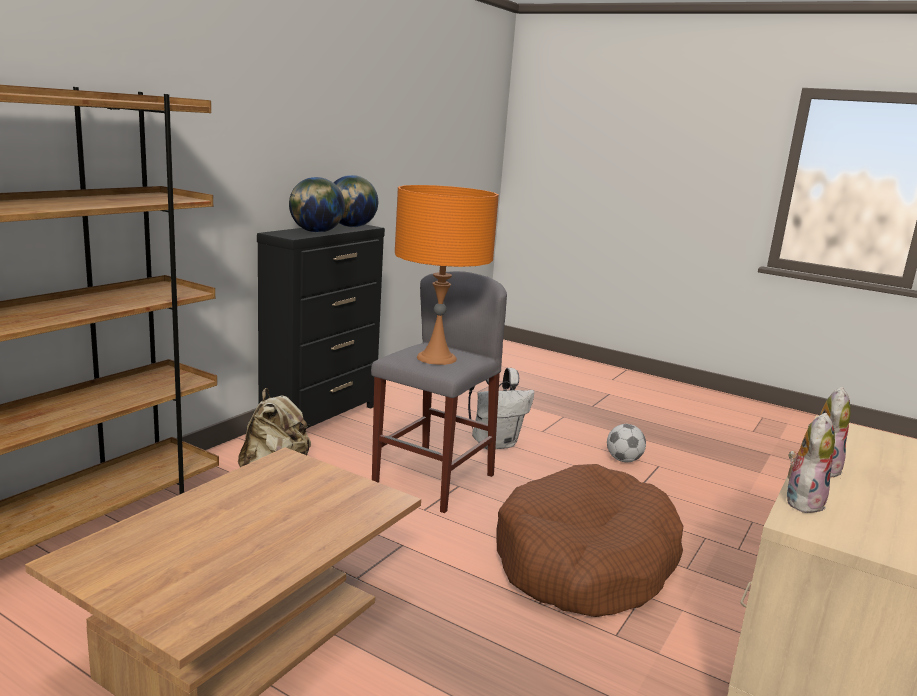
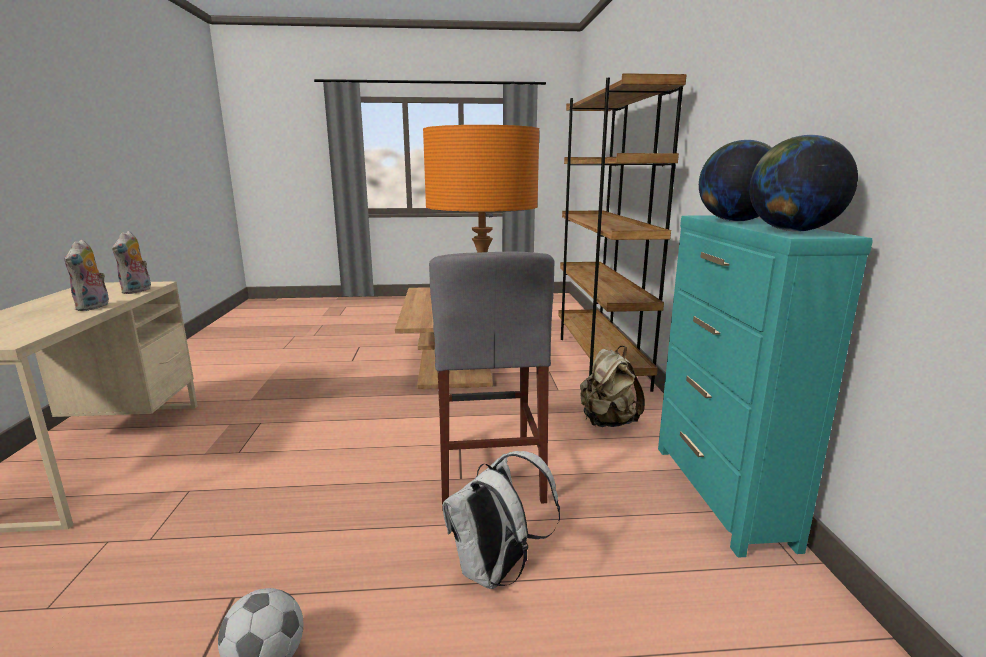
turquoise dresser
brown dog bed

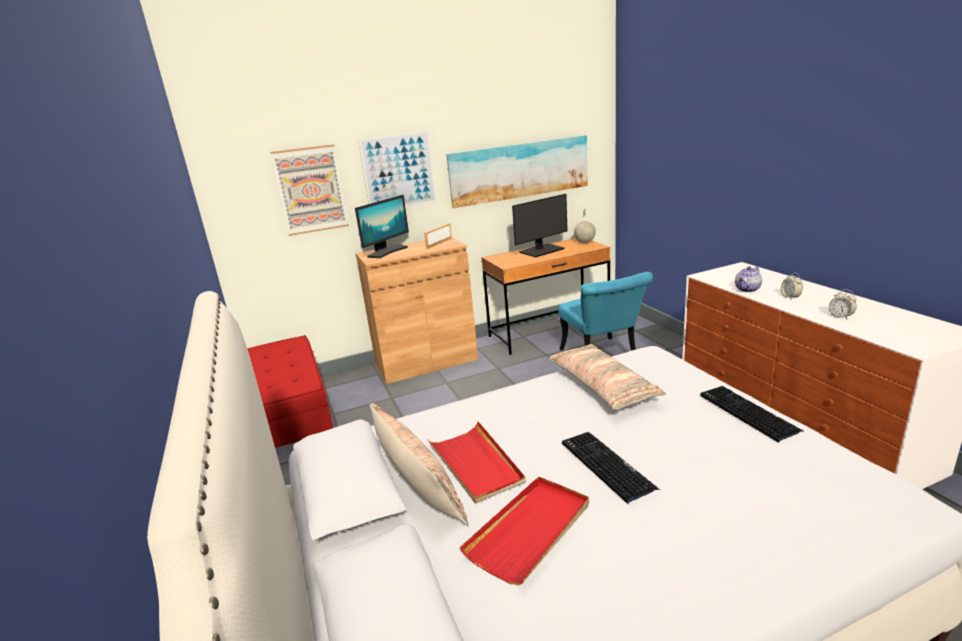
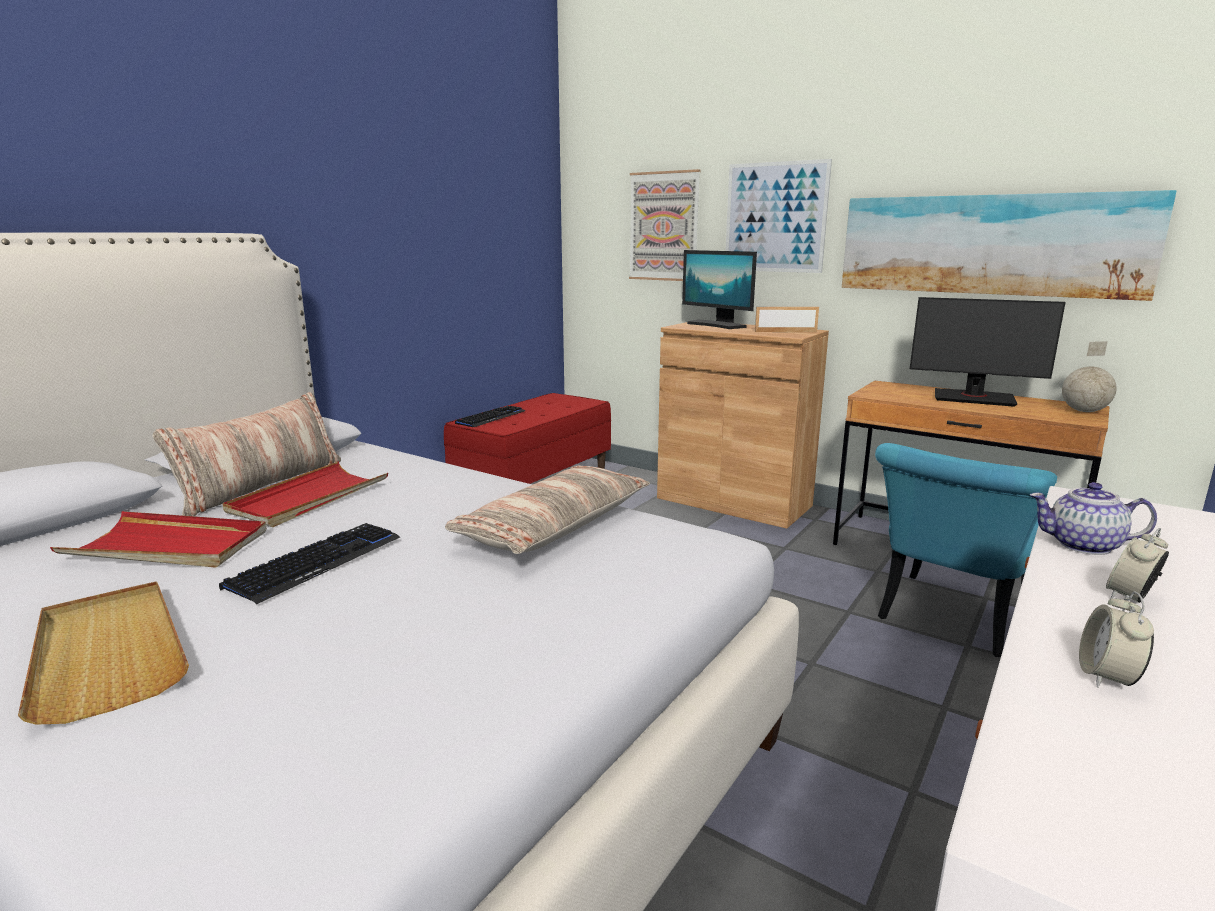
monitor (1st from left)
keyboard (2nd from left)
beige tray

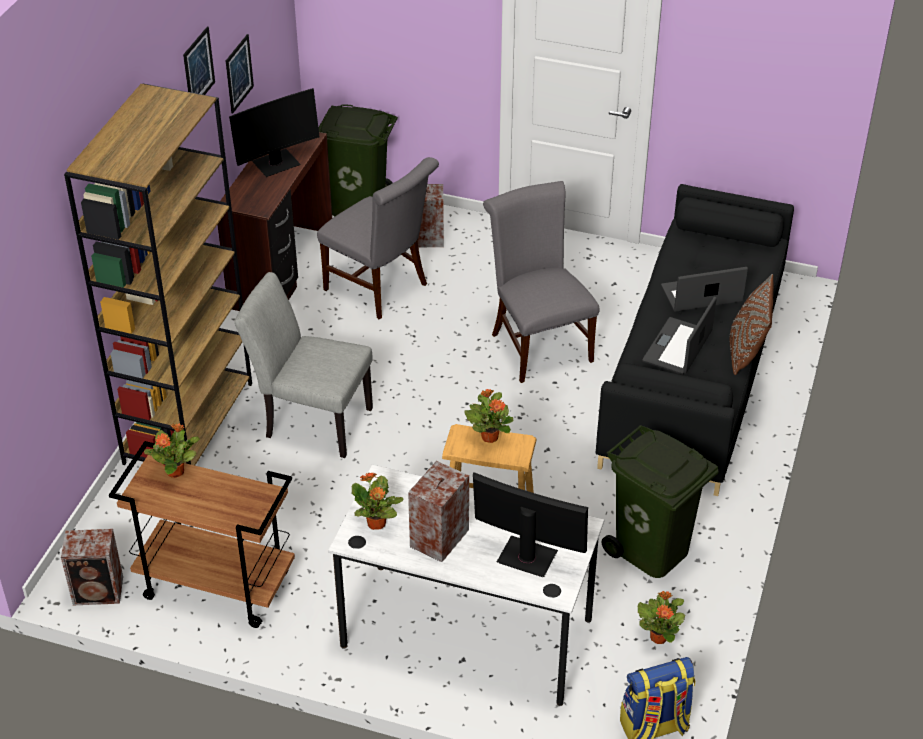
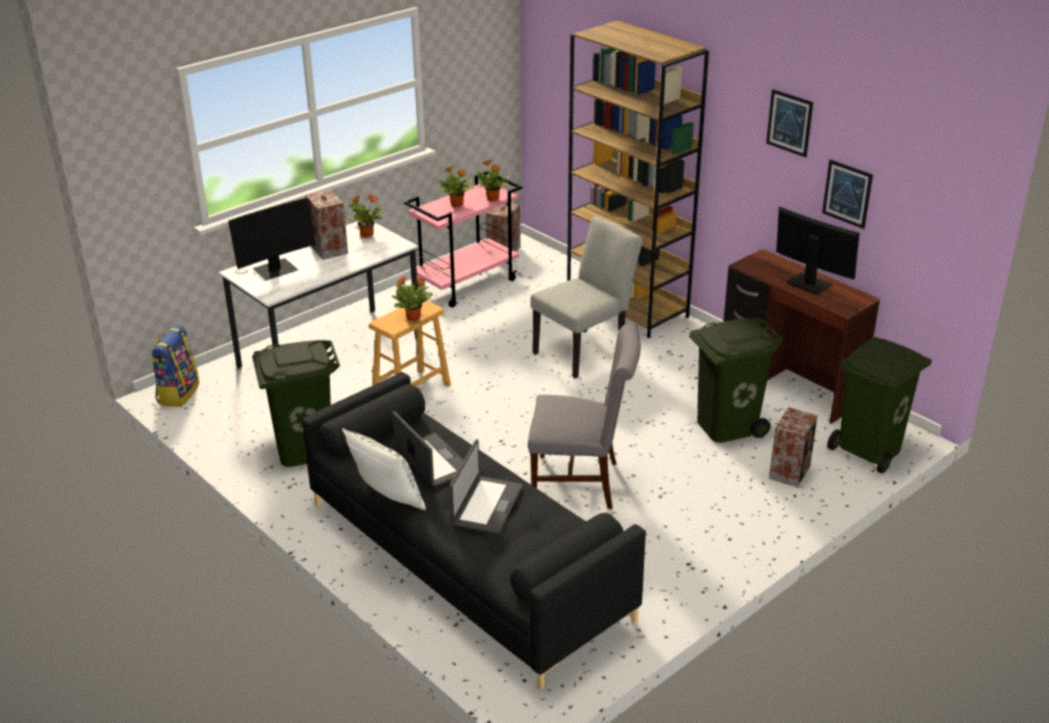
monitor (2nd from left)
green trash can (2nd from left)
white pillow
pink cart
potted plant (3rd from left)

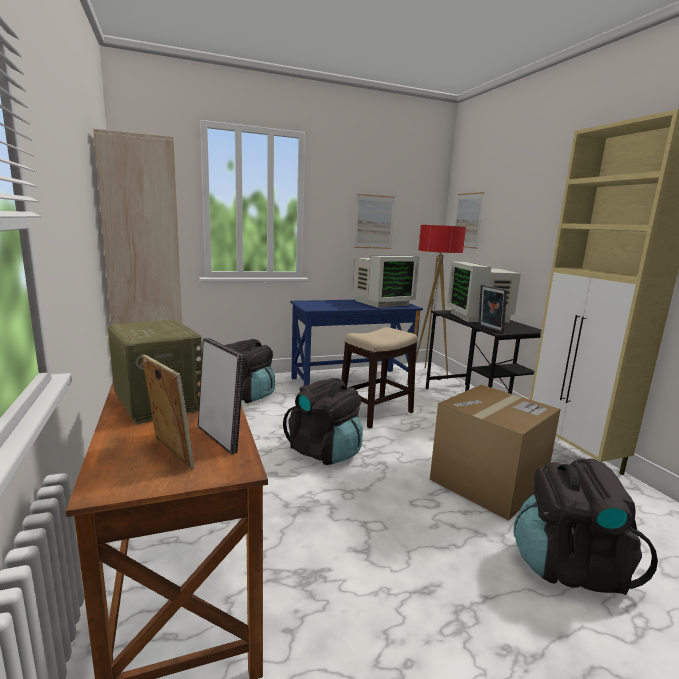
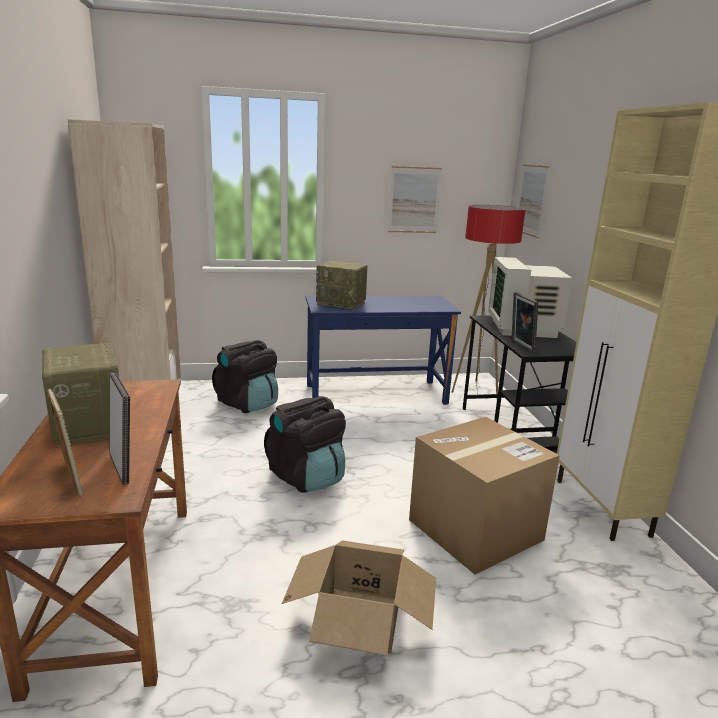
monitor (1st from left in the first image)
stool
black backpack (3rd from left in the first image)
radio (2nd from left)
cardboard box (1st from left)

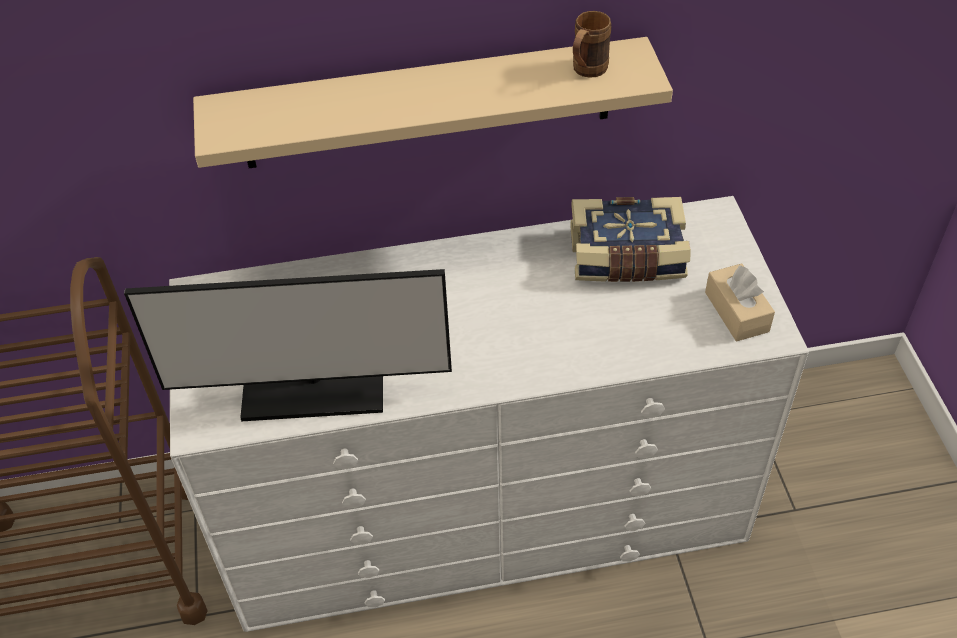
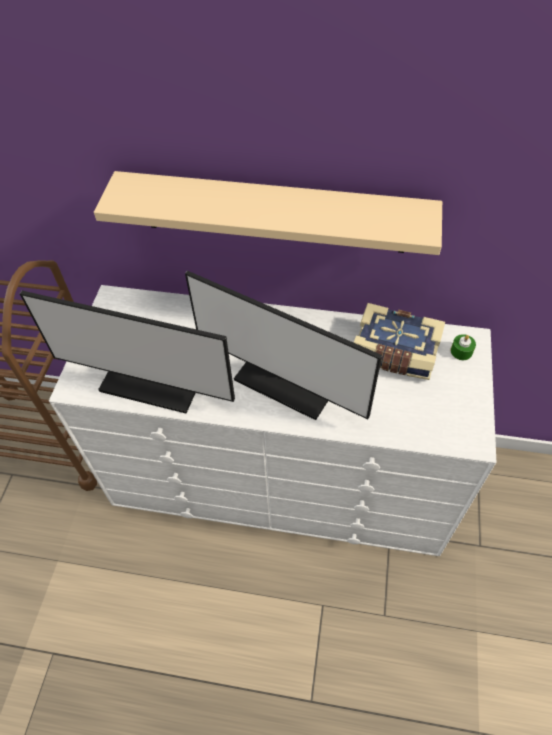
brown mug
beige tissue box
monitor (2nd from left)
green candle

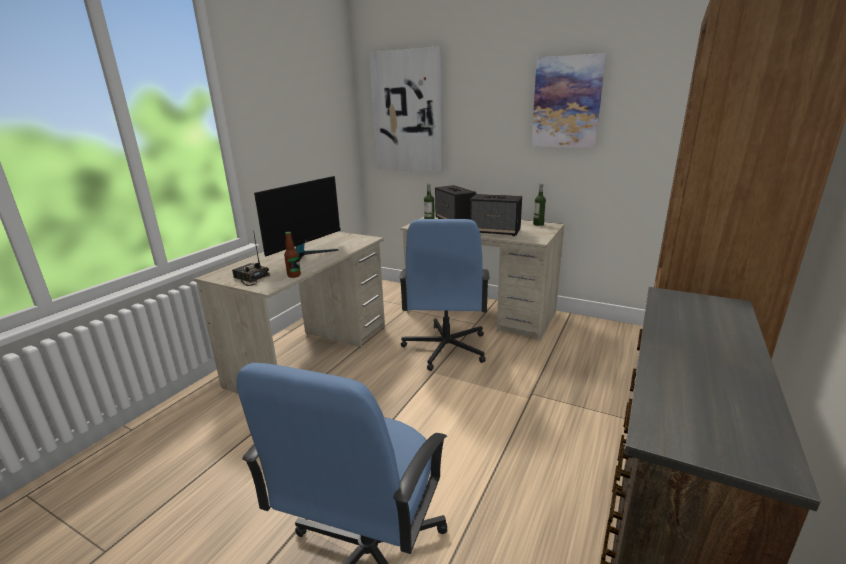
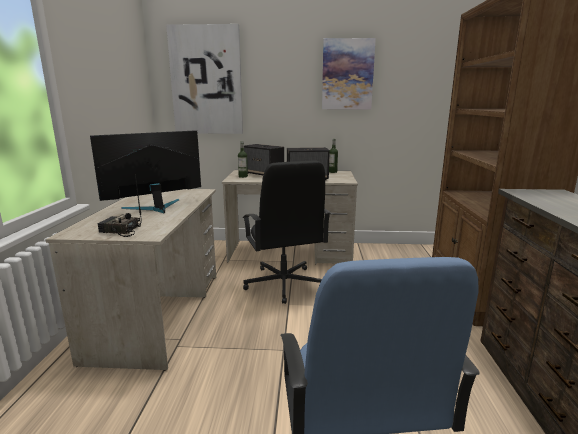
monitor
black office chair
bottle (1st from left in the first image)

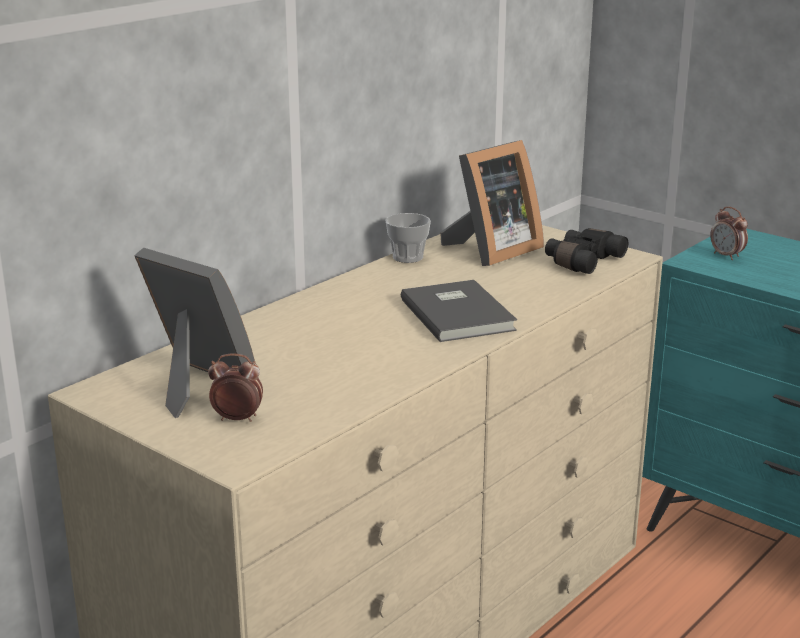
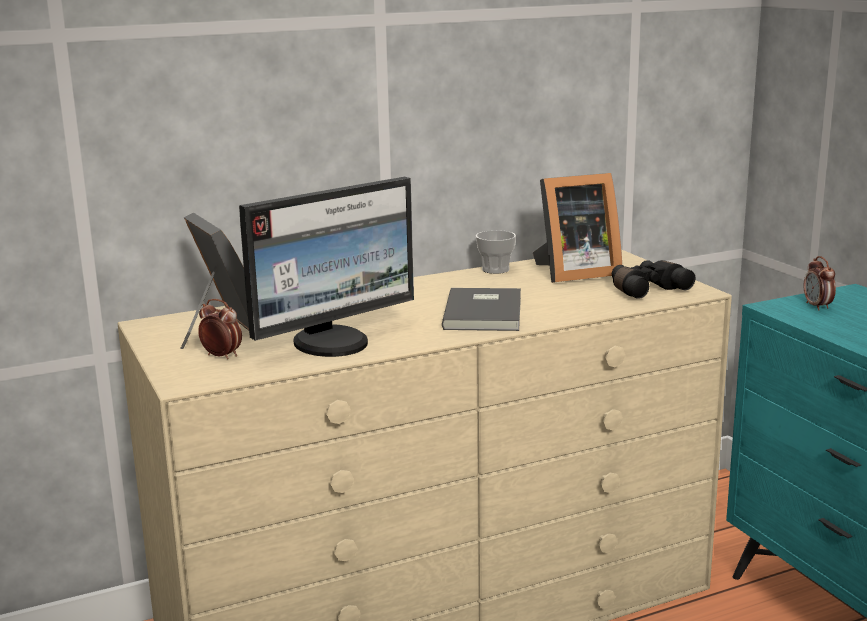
monitor

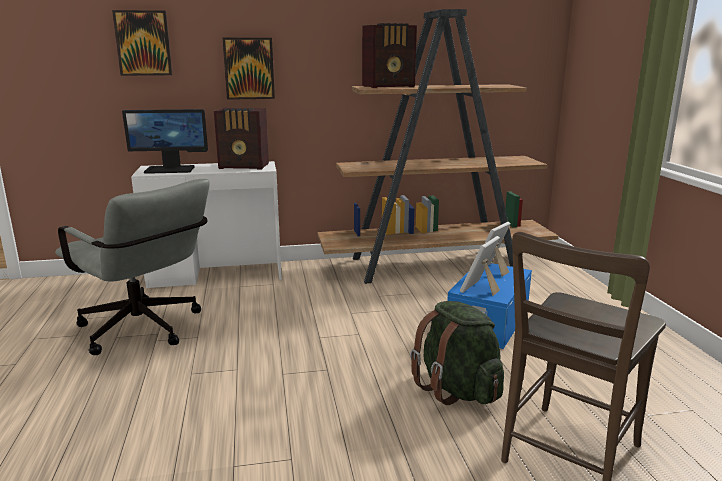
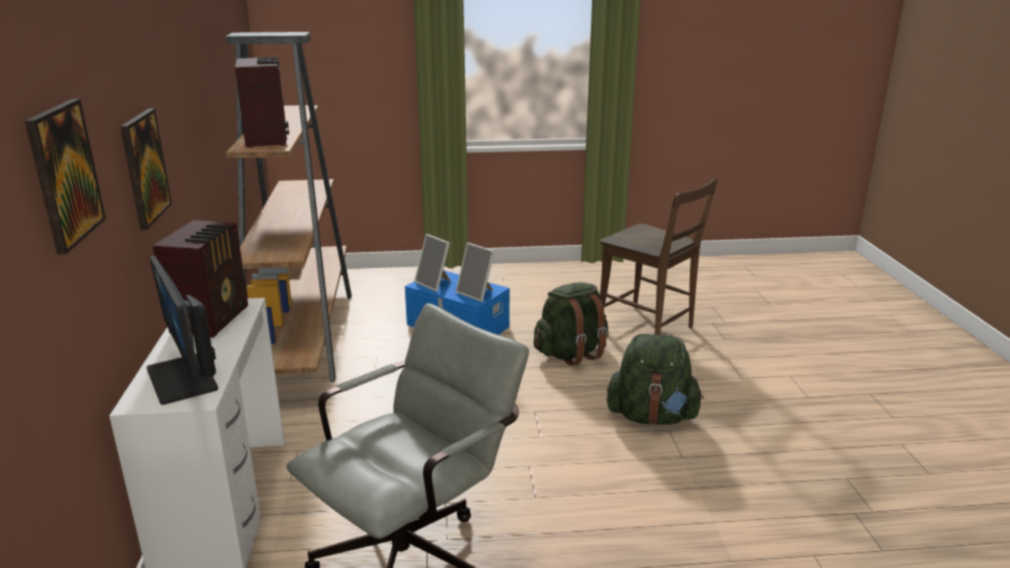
monitor
green backpack (2nd from left)

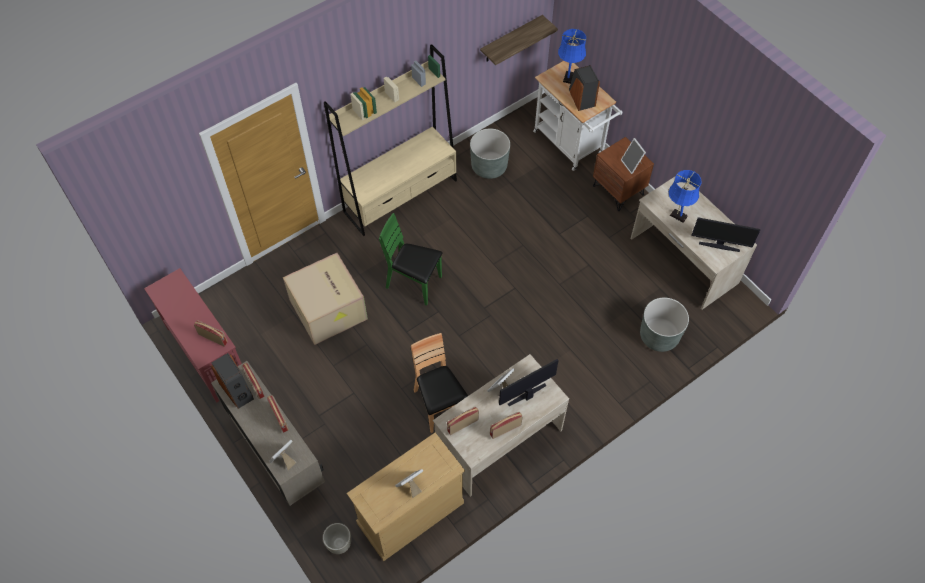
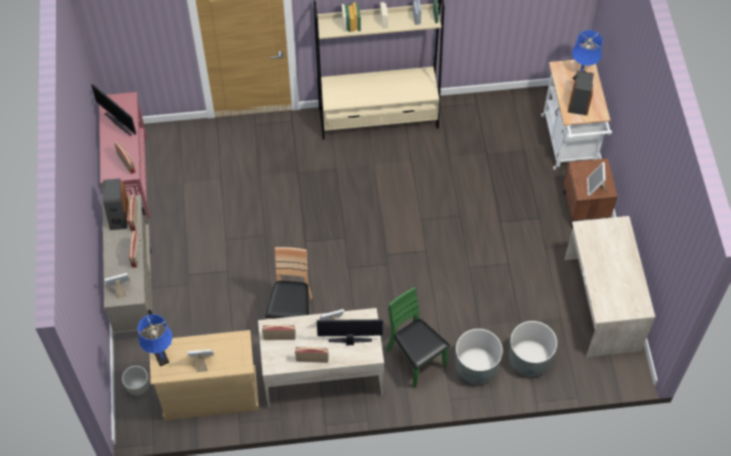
shelf
grey planter (2nd from left)
blue table lamp (1st from left)
green chair
monitor (1st from left)
cardboard box

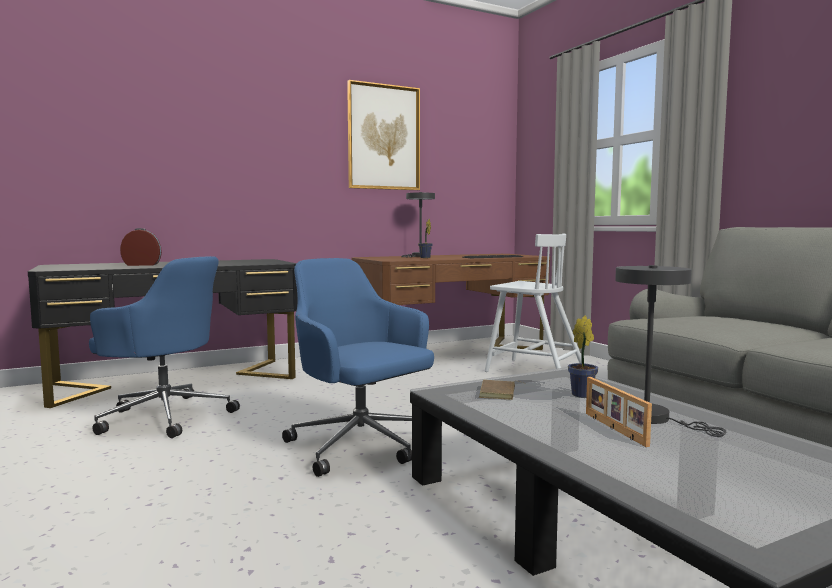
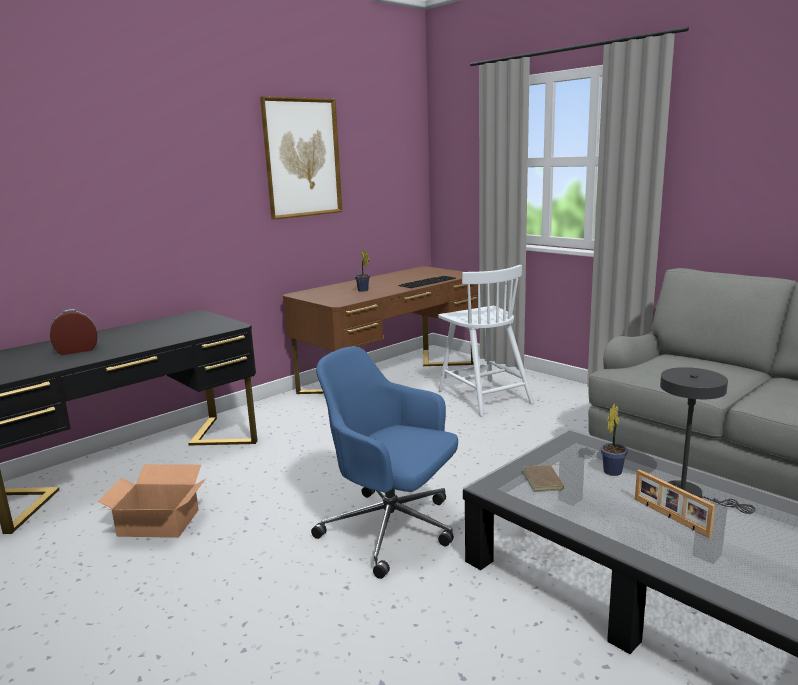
grey table lamp (1st from left in the first image)
white chair
cardboard box

